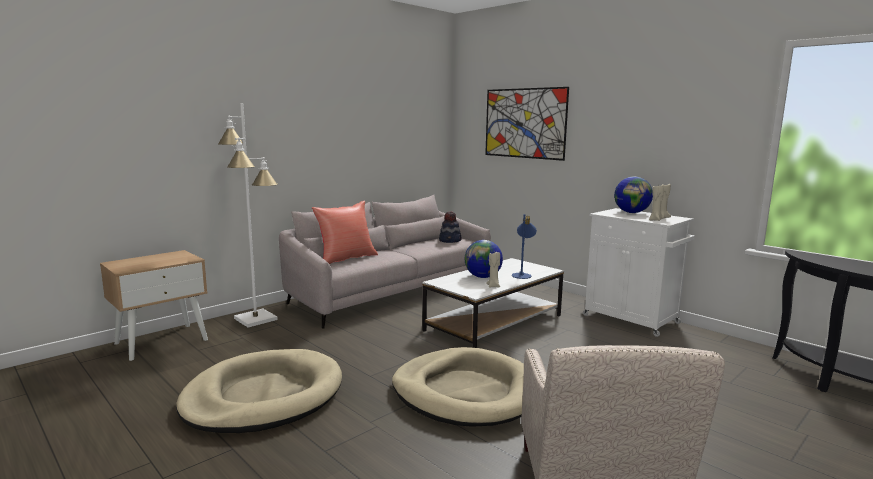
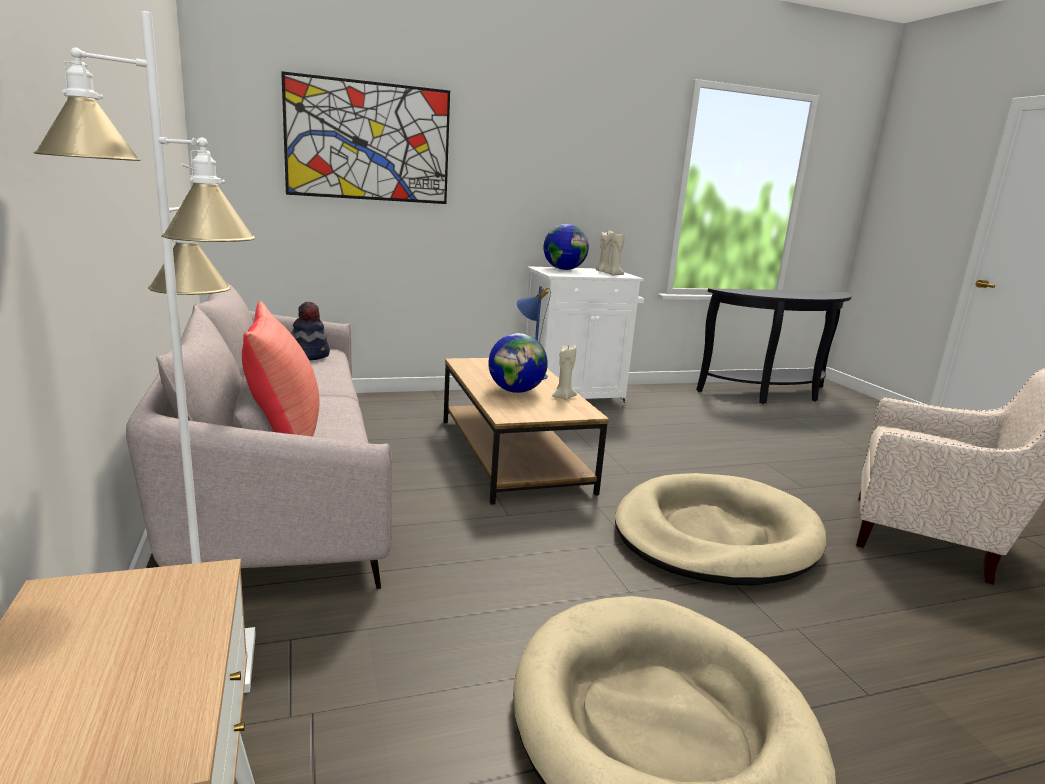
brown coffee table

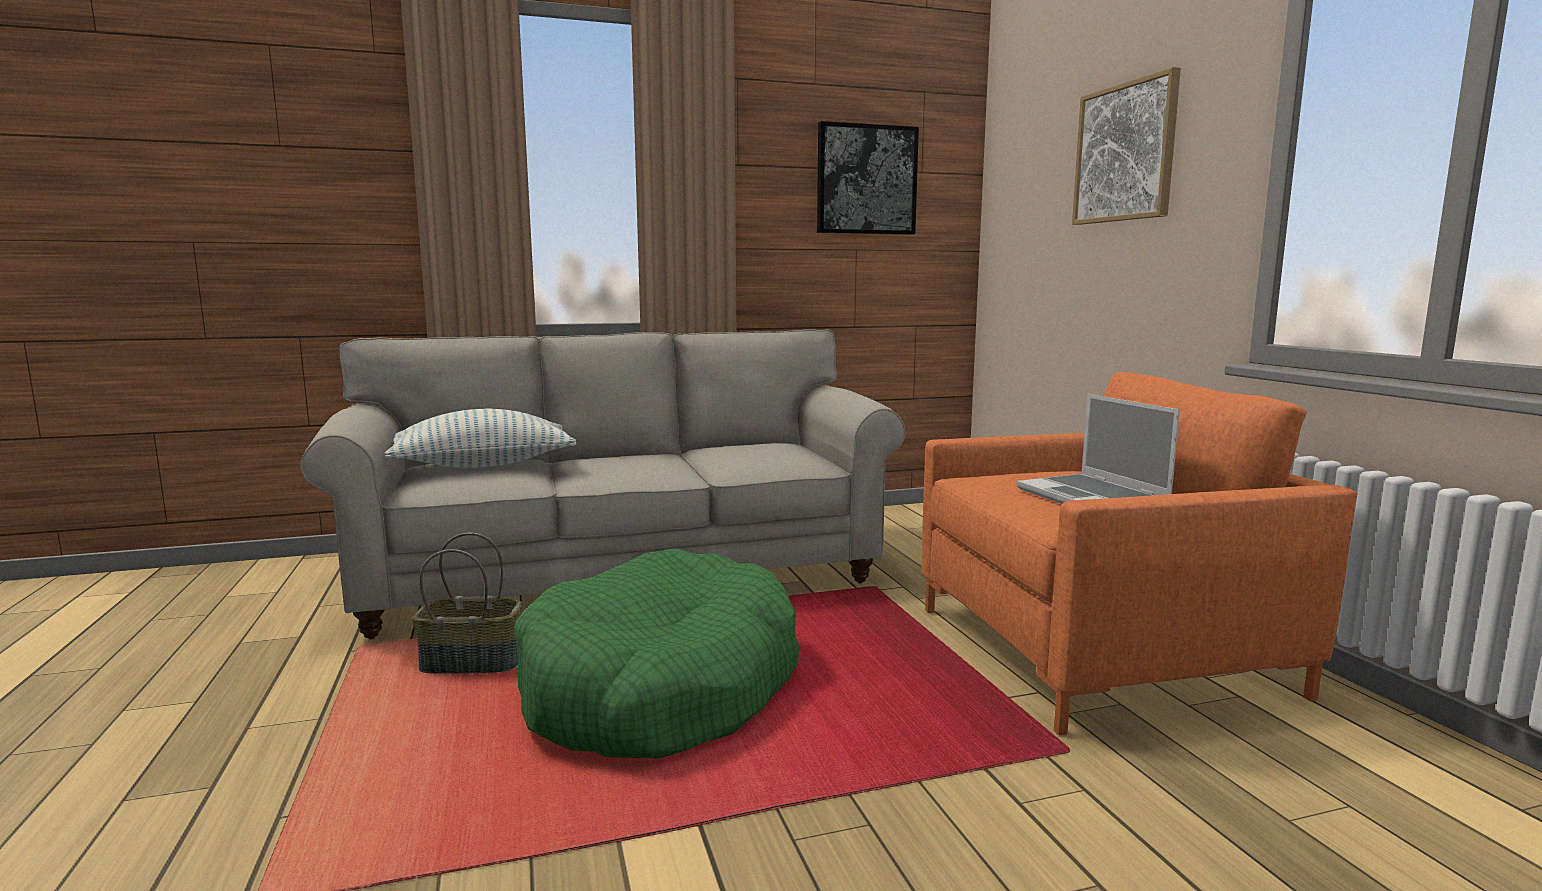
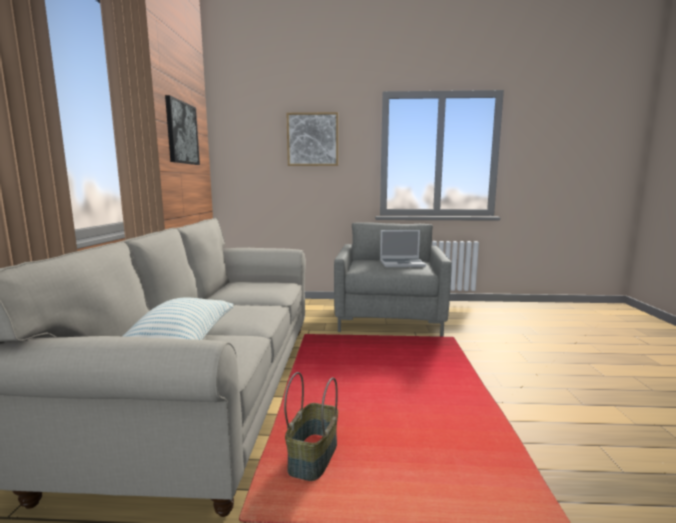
grey armchair
green dog bed

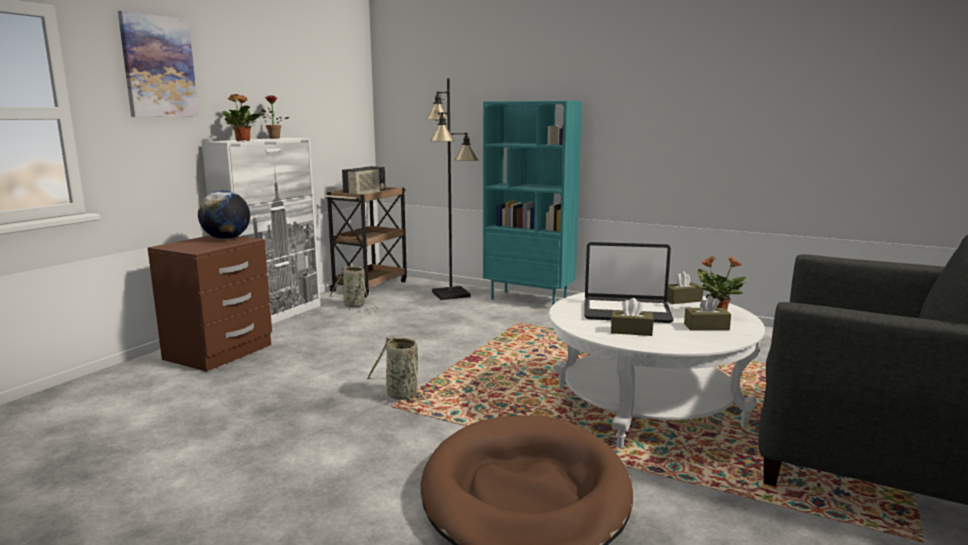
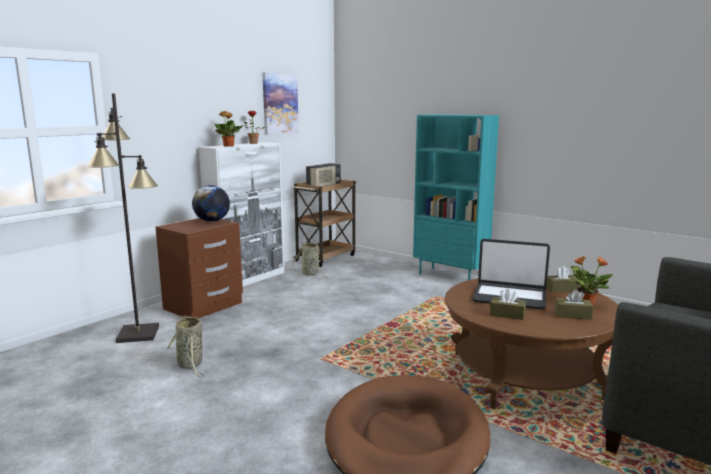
picture
black floor lamp
brown coffee table
basket (1st from left)

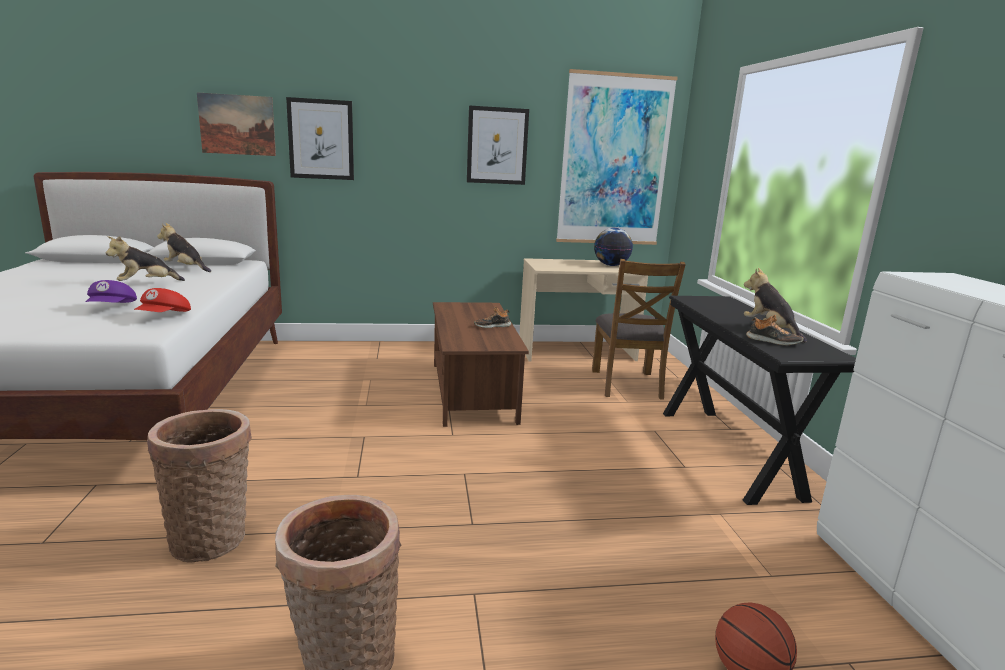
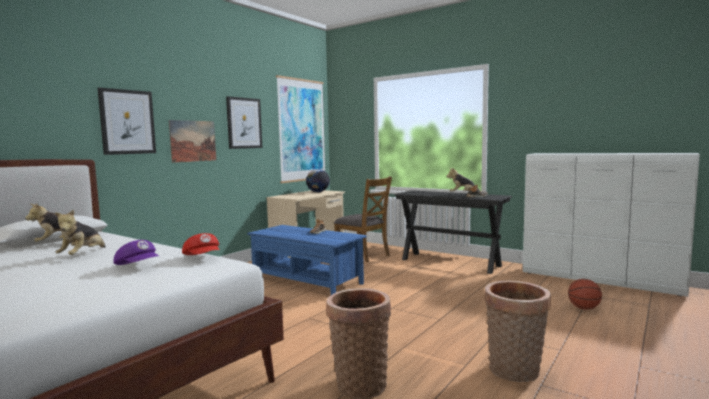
picture (2nd from left)
blue coffee table

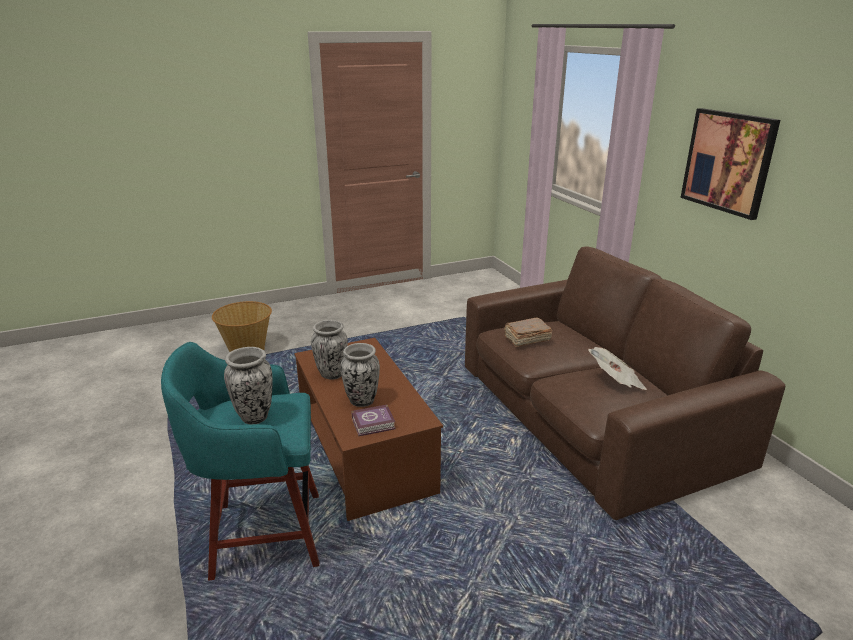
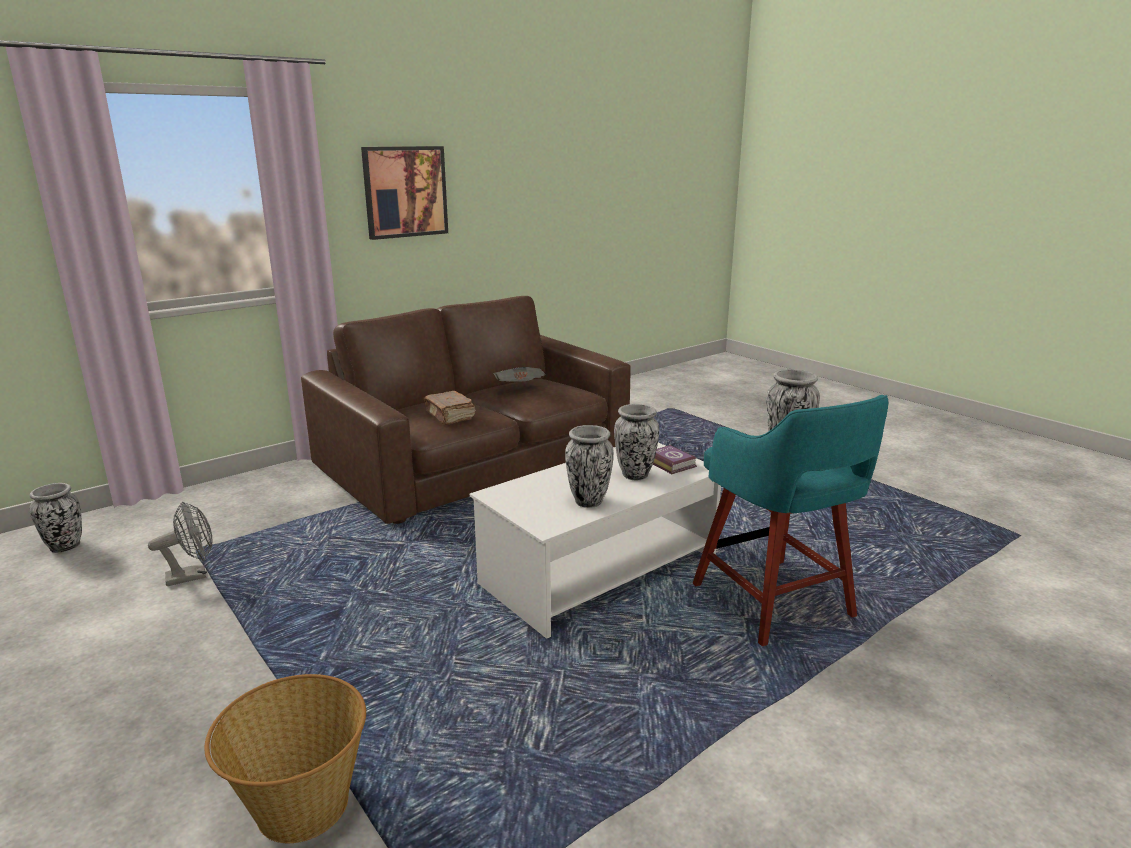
white coffee table
vase (1st from left)
grey fan

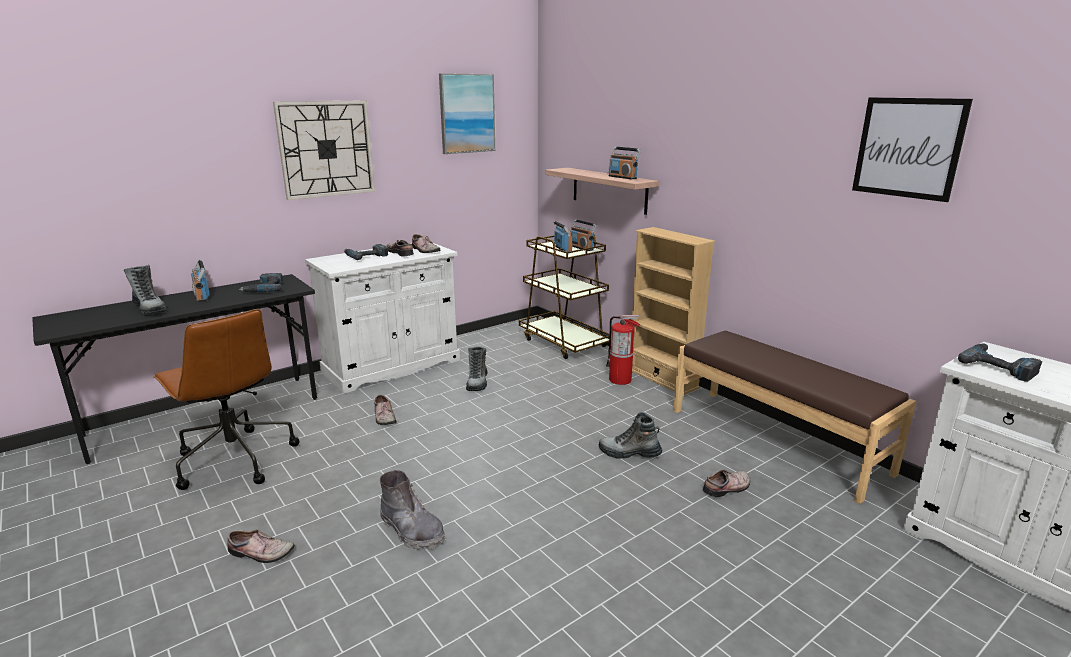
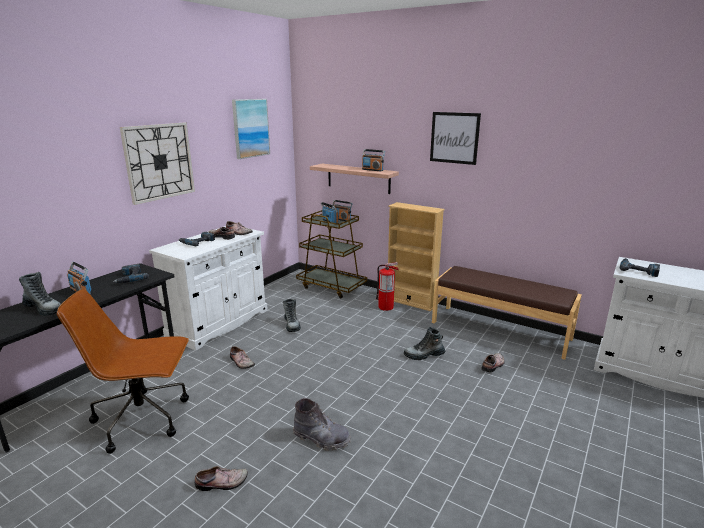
picture (2nd from left)
brown office chair

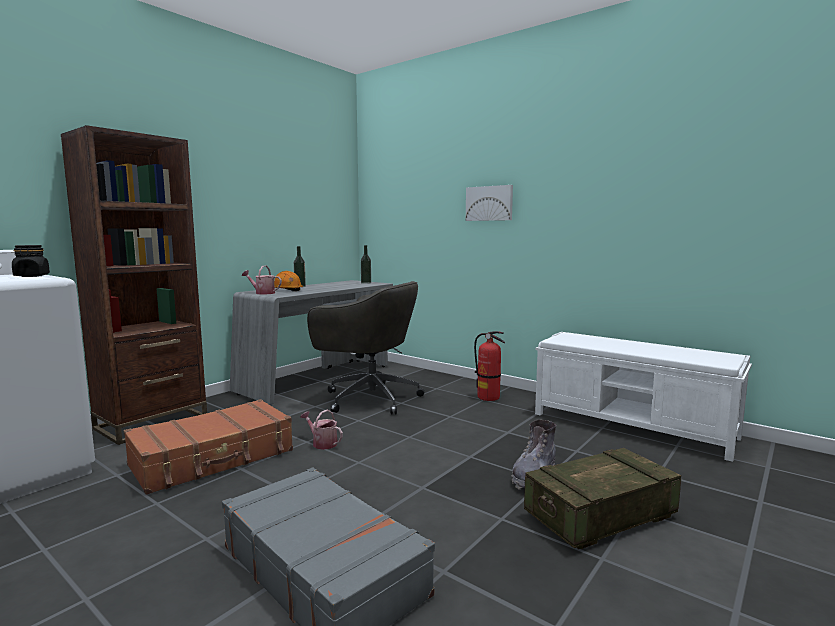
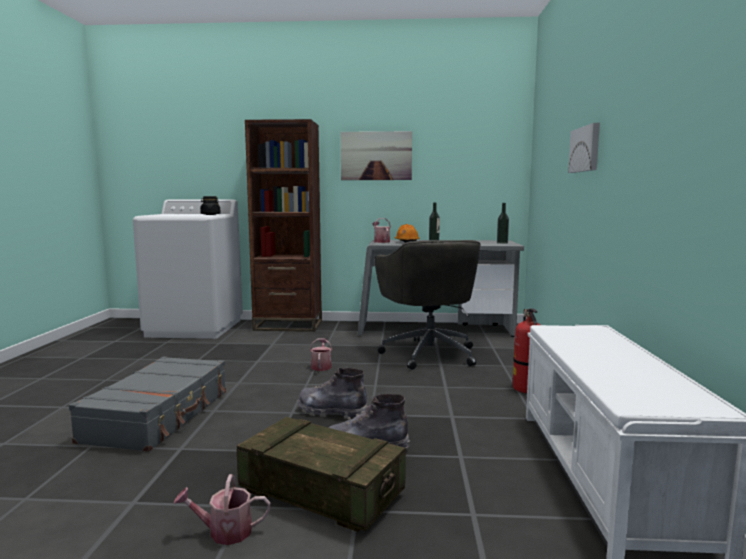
brown suitcase
picture (1st from left)
grey boot (1st from left)
watering can (1st from left)

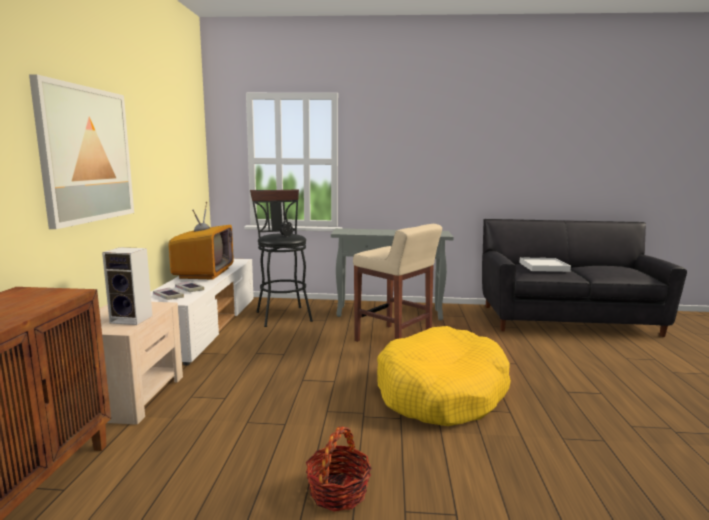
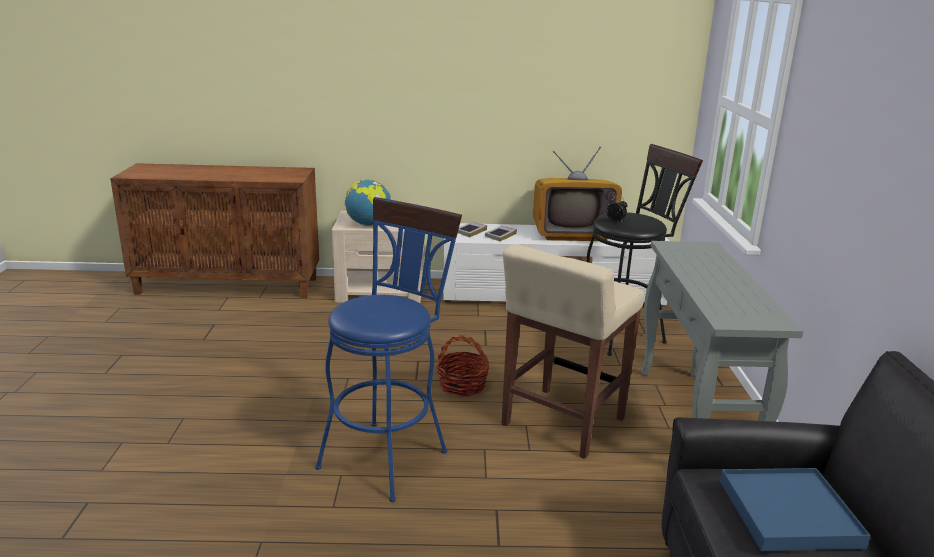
picture
globe
blue tray
blue stool
basket

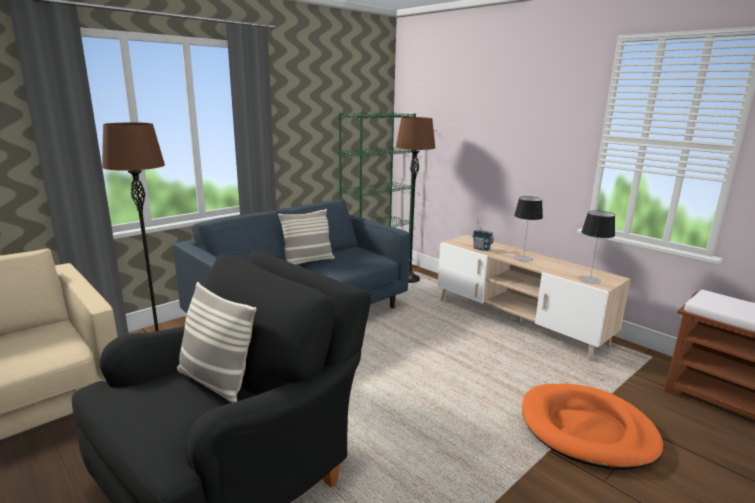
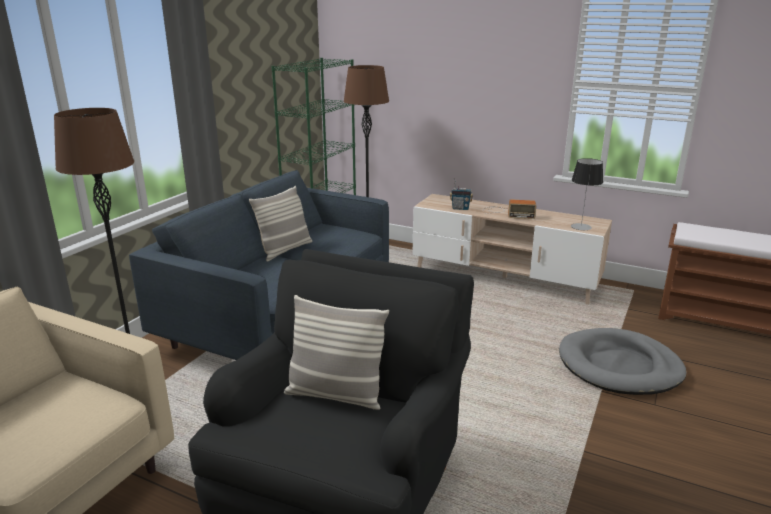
radio (2nd from left)
grey dog bed

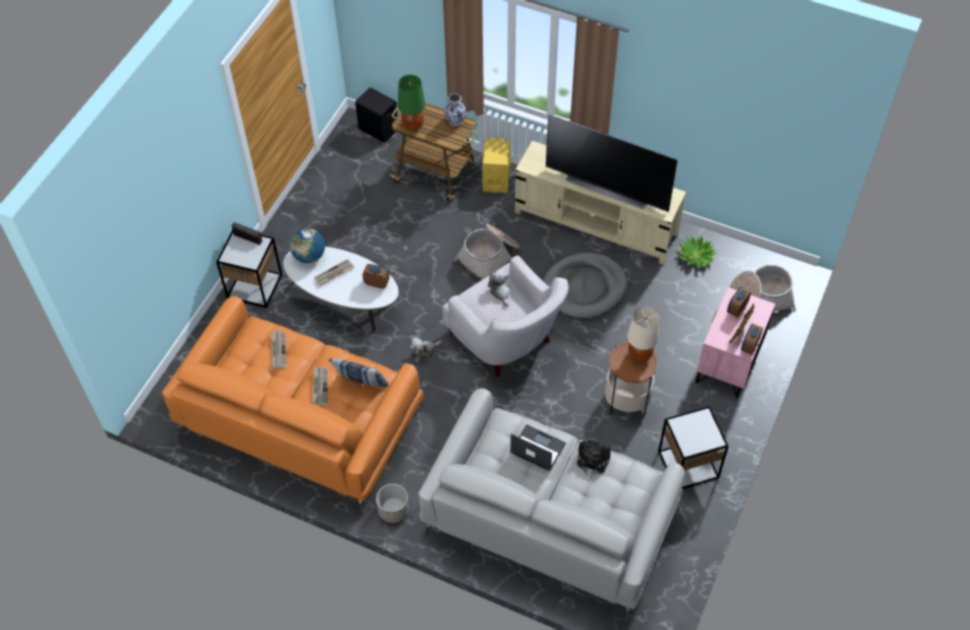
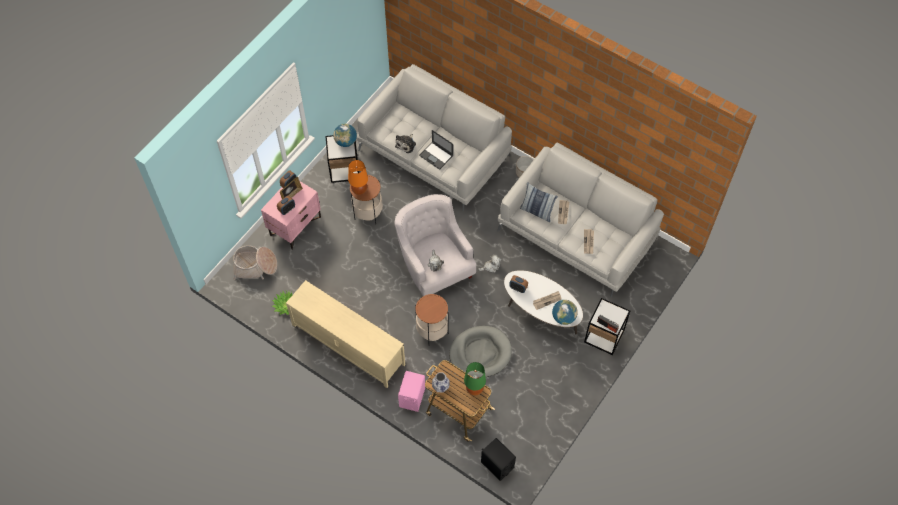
television
pink speaker
side table (3rd from left)
grey dog bed
grey sofa (2nd from left)
orange table lamp
globe (1st from left)

